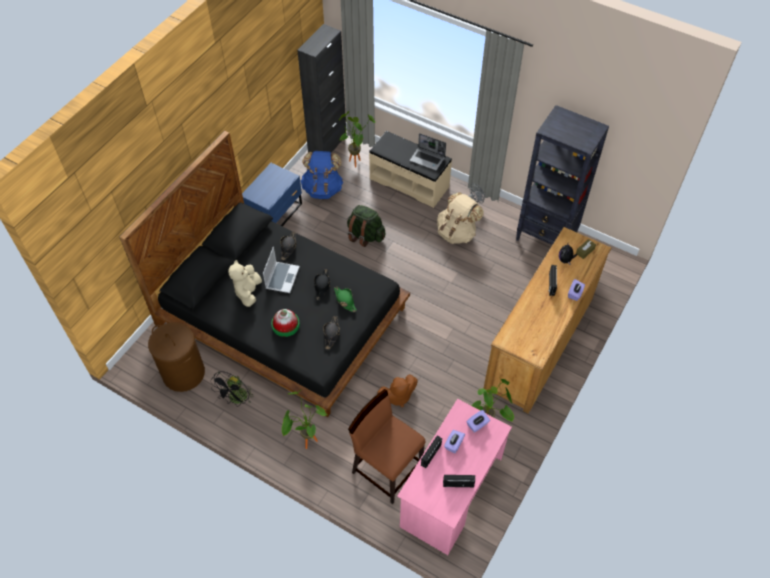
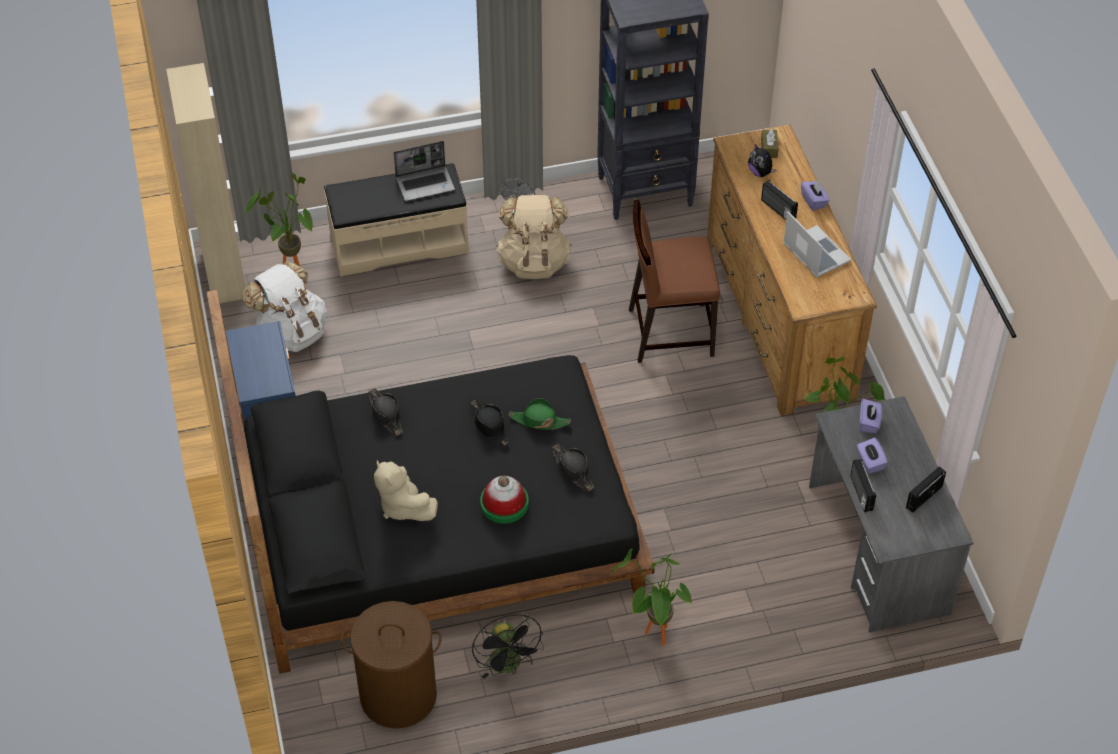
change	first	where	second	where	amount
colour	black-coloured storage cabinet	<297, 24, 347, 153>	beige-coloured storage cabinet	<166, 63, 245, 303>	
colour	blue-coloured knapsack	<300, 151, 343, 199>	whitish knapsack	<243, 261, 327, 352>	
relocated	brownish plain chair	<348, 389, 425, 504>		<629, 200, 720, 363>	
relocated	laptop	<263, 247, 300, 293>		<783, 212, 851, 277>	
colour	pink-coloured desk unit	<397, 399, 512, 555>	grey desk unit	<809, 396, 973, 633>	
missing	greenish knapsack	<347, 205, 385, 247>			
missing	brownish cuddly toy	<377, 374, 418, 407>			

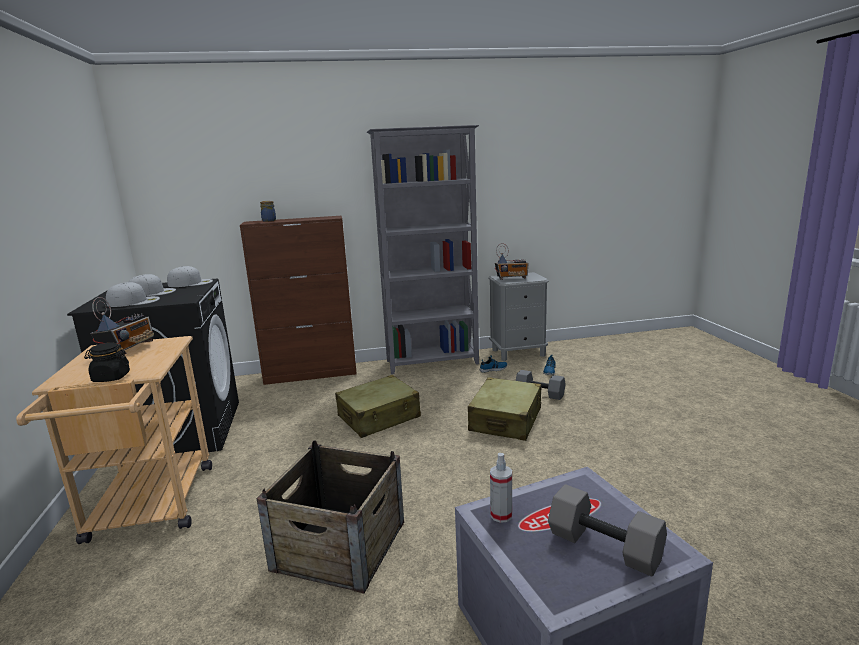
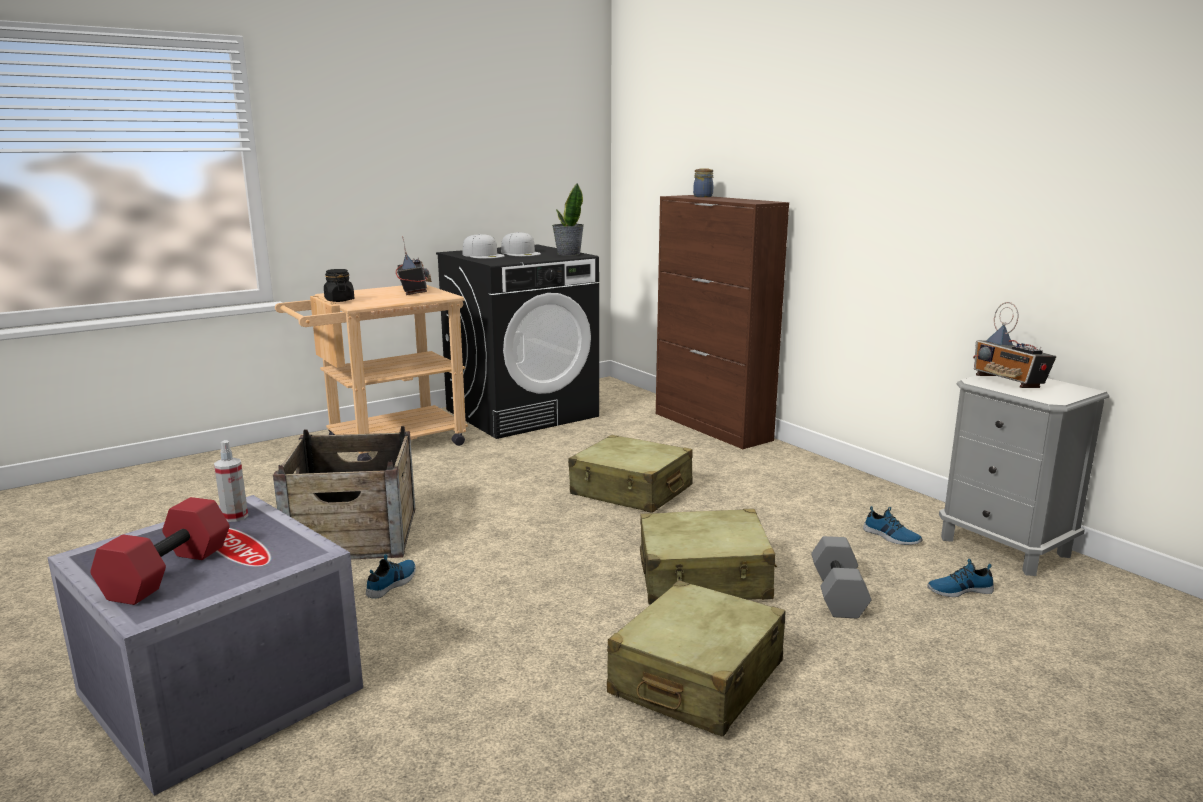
change	first	where	second	where	amount
colour	grey dumbbell	<548, 484, 667, 577>	reddish dumbbell	<90, 497, 230, 605>	
appeared			item of footwear	<366, 554, 416, 598>	
spun	radio receiver	<91, 297, 154, 354>		<396, 236, 432, 295>	90 degrees counterclockwise
exchanged	whitish peaked cap	<167, 266, 213, 287>	potted plant	<552, 183, 584, 256>	
appeared			beige-coloured suitcase	<607, 580, 786, 737>	
missing	grey bookcase	<367, 125, 479, 374>			

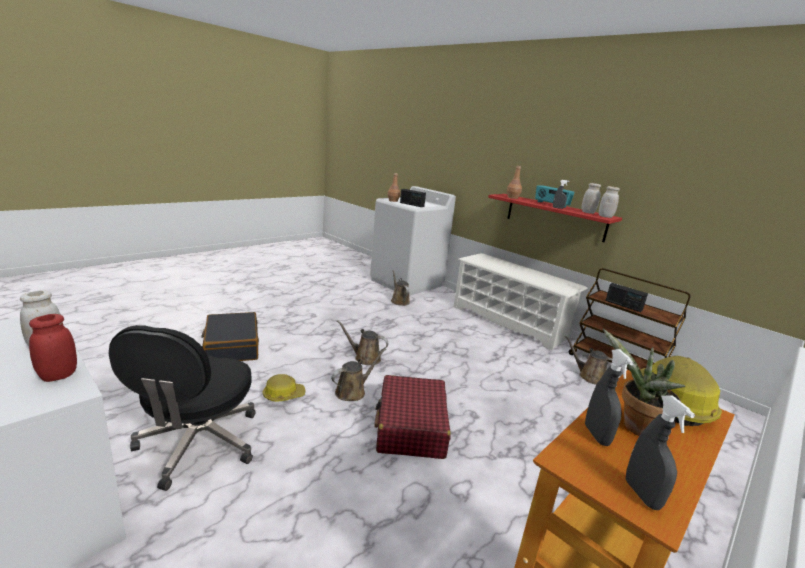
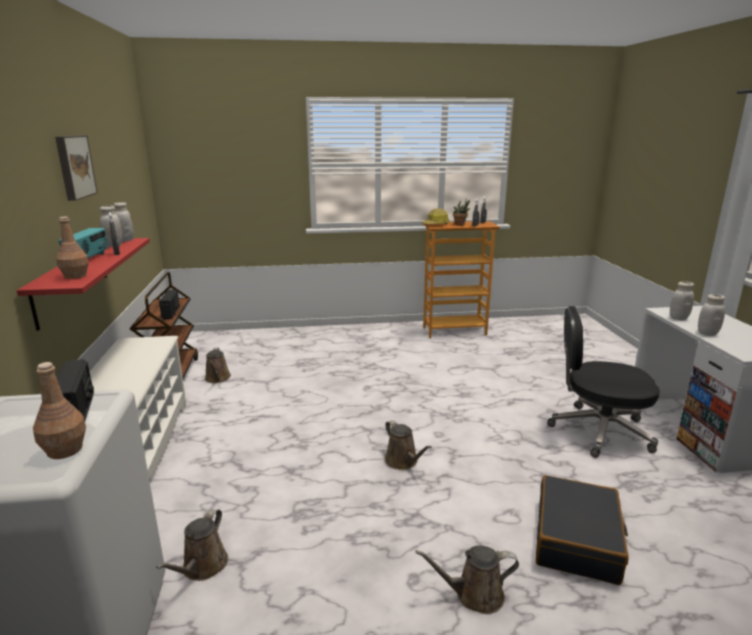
change	first	where	second	where	amount
appeared			picture	<55, 135, 98, 201>	
relocated	brownish watering can	<331, 348, 386, 401>		<416, 546, 519, 614>	
spun	black-coloured desk chair	<109, 325, 256, 491>		<547, 306, 660, 458>	120 degrees counterclockwise
colour	reddish storage jar	<29, 314, 77, 382>	whitish storage jar	<670, 281, 694, 320>	
missing	work helmet	<263, 374, 305, 402>			
missing	reddish suitcase	<374, 375, 451, 459>			

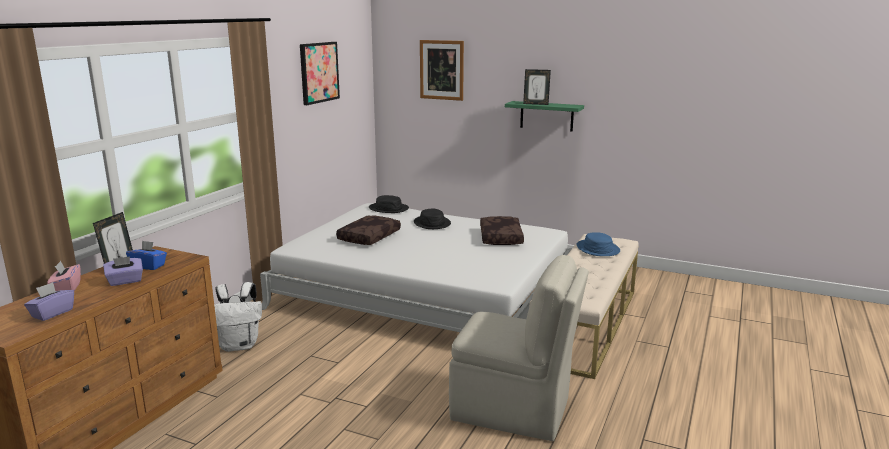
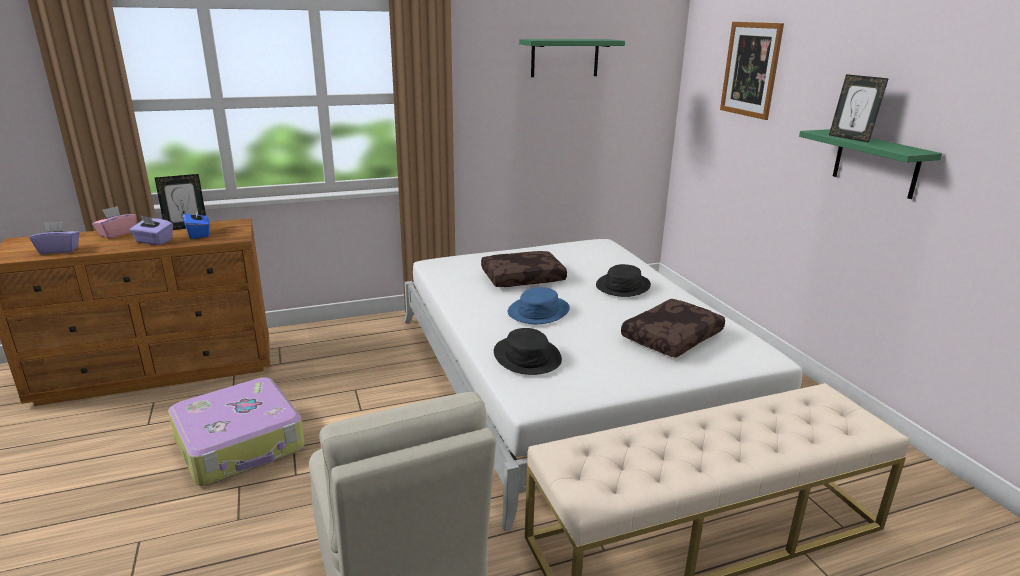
change	first	where	second	where	amount
appeared			suitcase	<168, 377, 305, 486>	
relocated	black-coloured clothing hat	<369, 195, 409, 213>		<494, 328, 562, 375>	
relocated	blue-coloured clothing hat	<577, 232, 620, 256>		<507, 287, 570, 324>	
exchanged	picture	<300, 42, 340, 105>	greenish bracket shelf	<519, 39, 625, 77>	
missing	whitish knapsack	<214, 282, 262, 352>			

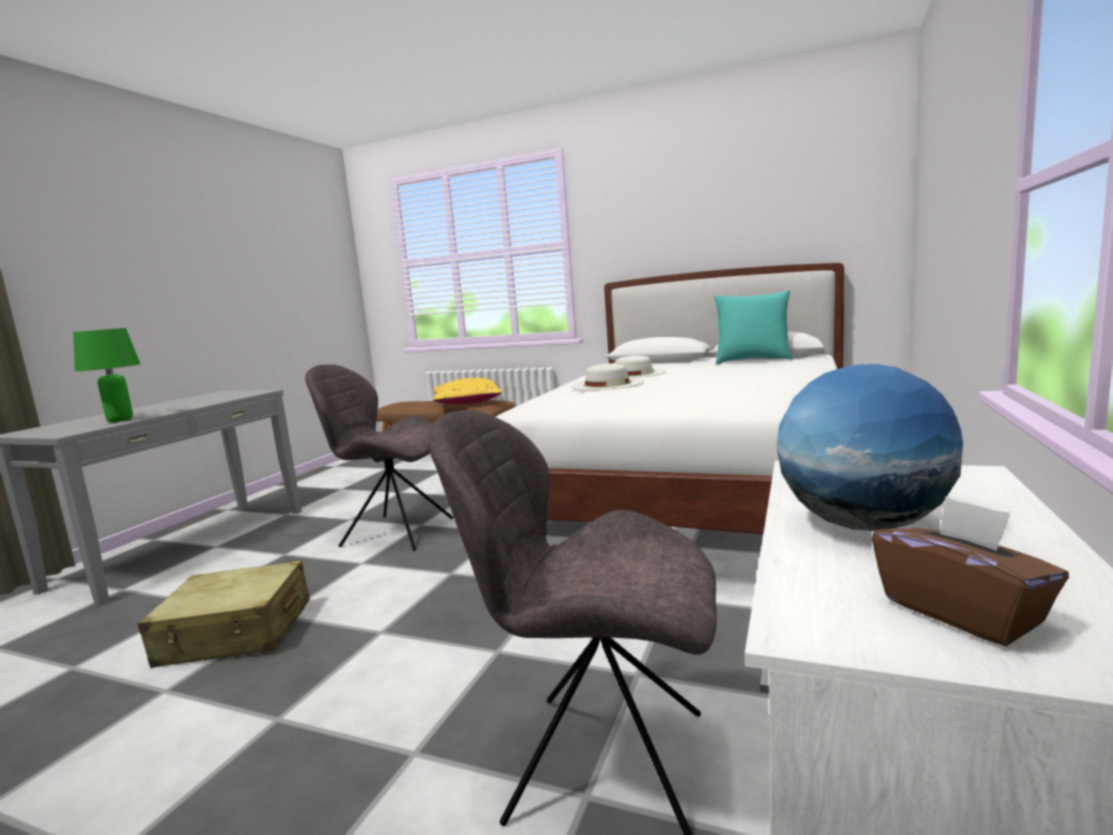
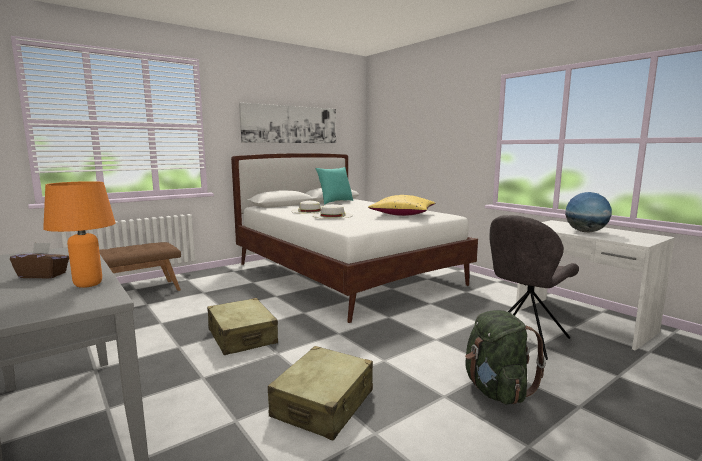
change	first	where	second	where	amount
relocated	brownish tissue box	<872, 497, 1069, 647>		<10, 242, 69, 279>	
colour	greenish table lamp	<73, 328, 140, 422>	orange-coloured table lamp	<43, 181, 116, 288>	
exchanged	grey plain chair	<305, 364, 453, 551>	beige-coloured suitcase	<207, 298, 278, 355>	
appeared			picture	<239, 103, 336, 143>	
relocated	yellow-coloured pillow	<433, 378, 502, 405>		<368, 195, 436, 216>	
appeared			greenish knapsack	<465, 310, 546, 405>	

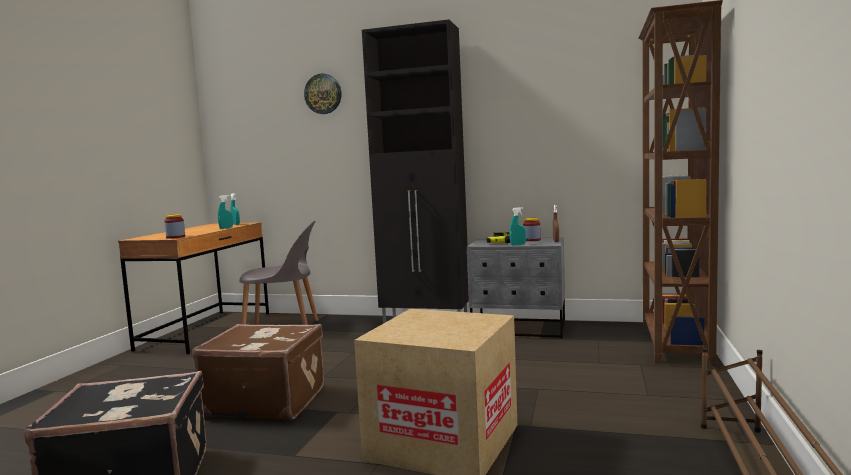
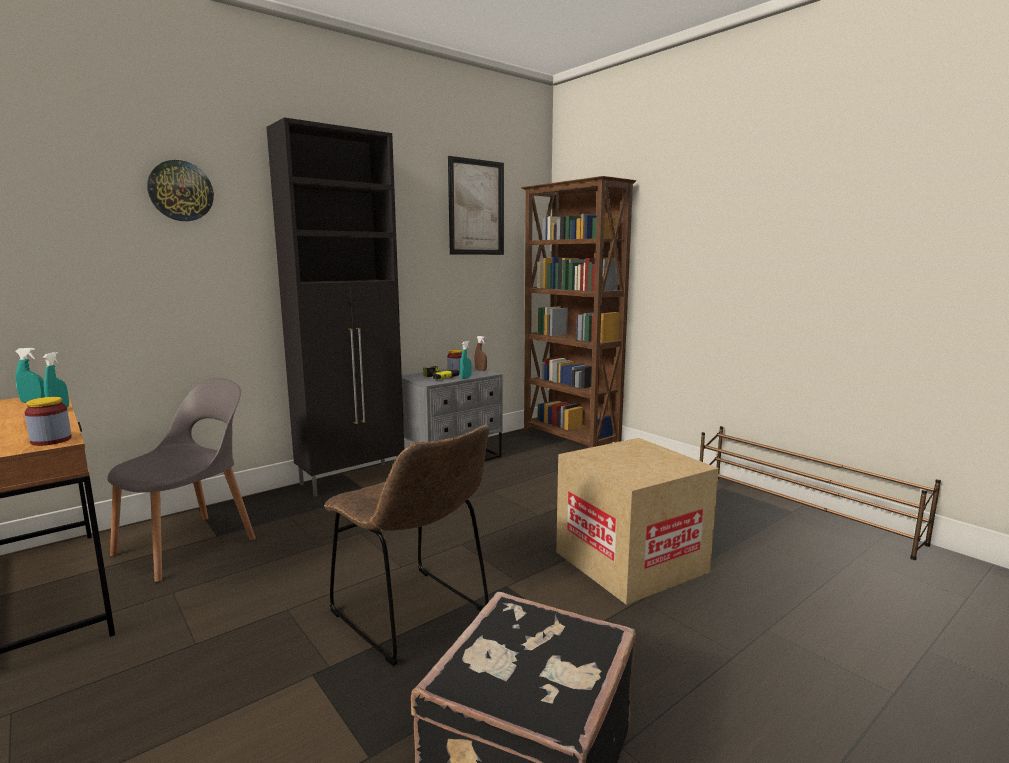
change	first	where	second	where	amount
exchanged	brownish suitcase	<192, 324, 324, 420>	brownish plain chair	<324, 425, 489, 666>	
appeared			picture	<448, 156, 504, 255>	

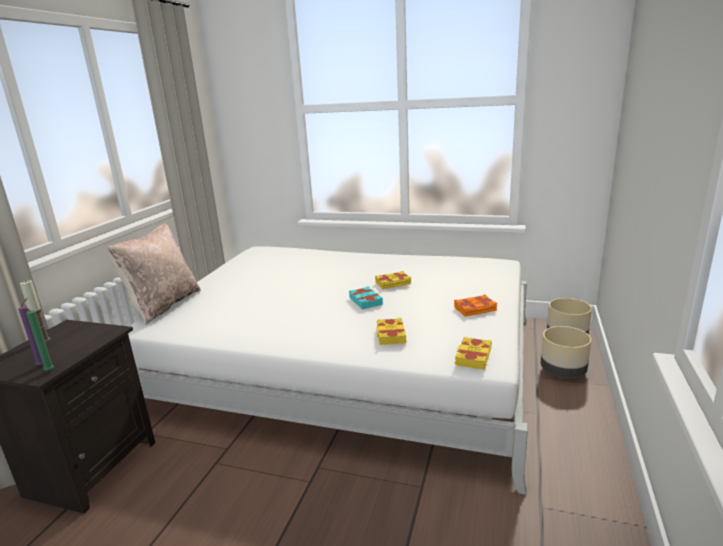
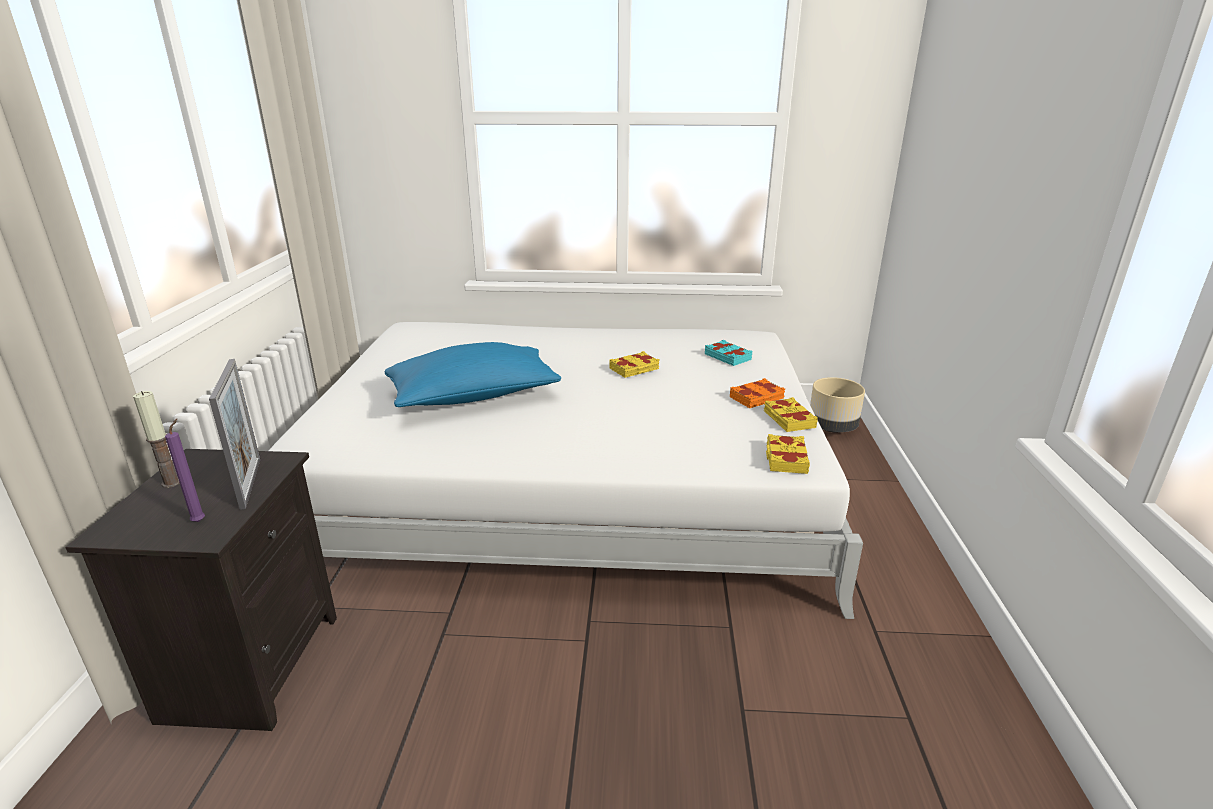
change	first	where	second	where	amount
appeared			picture frame	<209, 359, 260, 510>	
appeared			blue-coloured pillow	<384, 342, 561, 407>	
relocated	turquoise-coloured volume	<349, 286, 383, 310>		<705, 340, 752, 366>	
relocated	yellow-coloured volume	<376, 318, 407, 345>		<764, 397, 818, 432>	
missing	greenish wax candle	<23, 304, 54, 371>			
missing	beige-coloured pillow	<107, 224, 201, 325>			
missing	beige-coloured flower pot	<540, 326, 591, 378>			

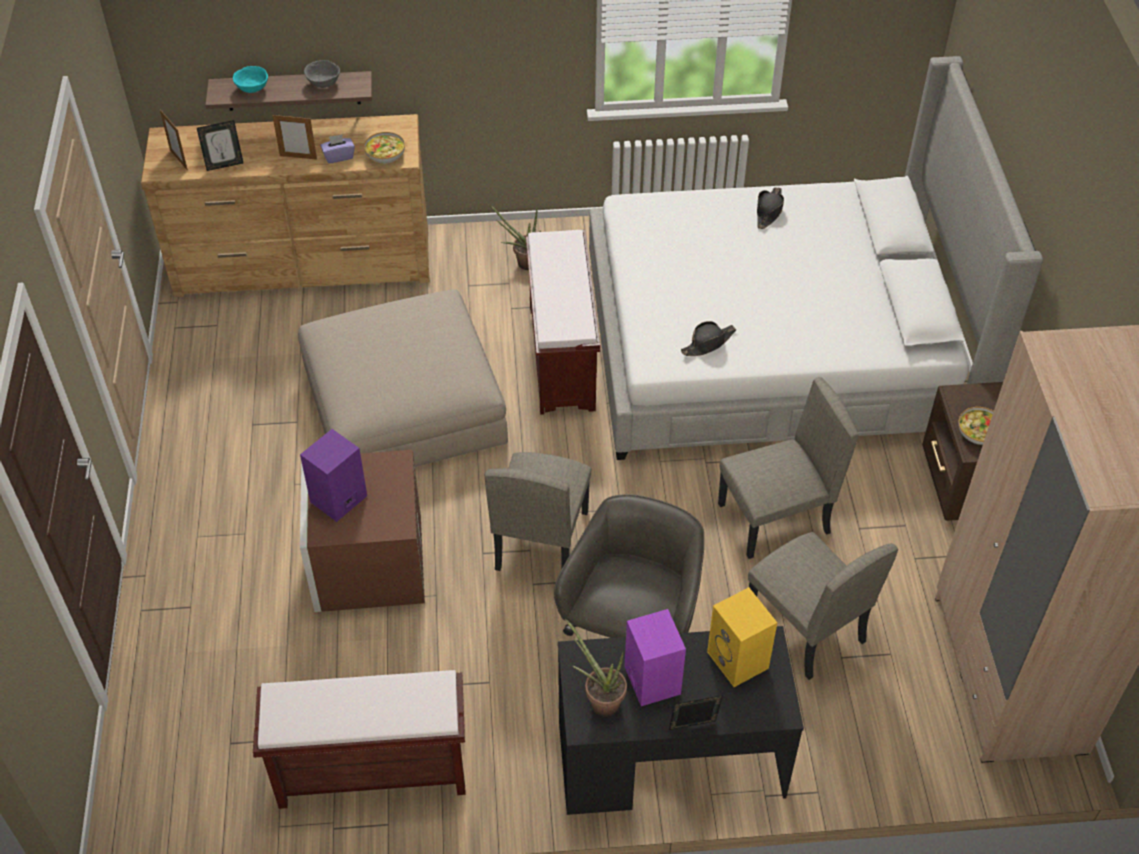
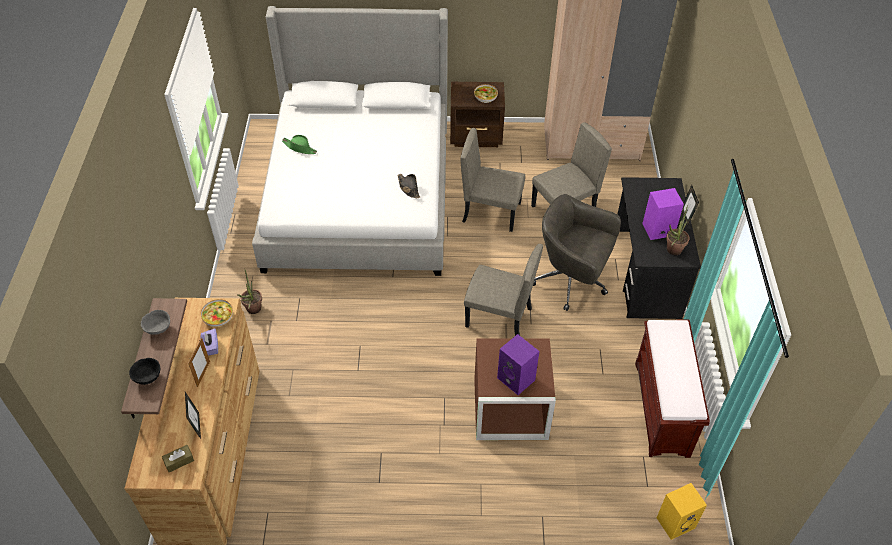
change	first	where	second	where	amount
colour	turquoise-coloured serving bowl	<233, 66, 268, 93>	black-coloured serving bowl	<129, 358, 160, 385>	
exchanged	picture frame	<160, 110, 188, 170>	brownish tissue box	<162, 445, 194, 473>	
colour	black-coloured clothing hat	<757, 187, 784, 229>	greenish clothing hat	<282, 135, 317, 154>	
spun	beige-coloured plain chair	<718, 377, 859, 559>		<460, 128, 525, 232>	60 degrees counterclockwise
relocated	yellow-coloured speaker	<707, 587, 777, 687>		<657, 483, 707, 540>	
missing	beige-coloured pouffe	<298, 289, 508, 467>			
missing	brownish bench	<526, 230, 600, 415>			

